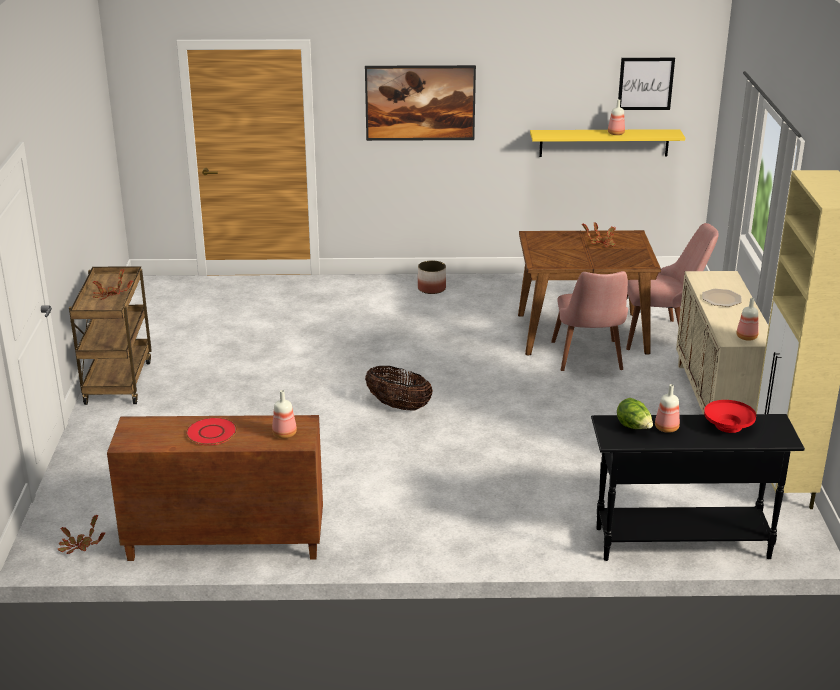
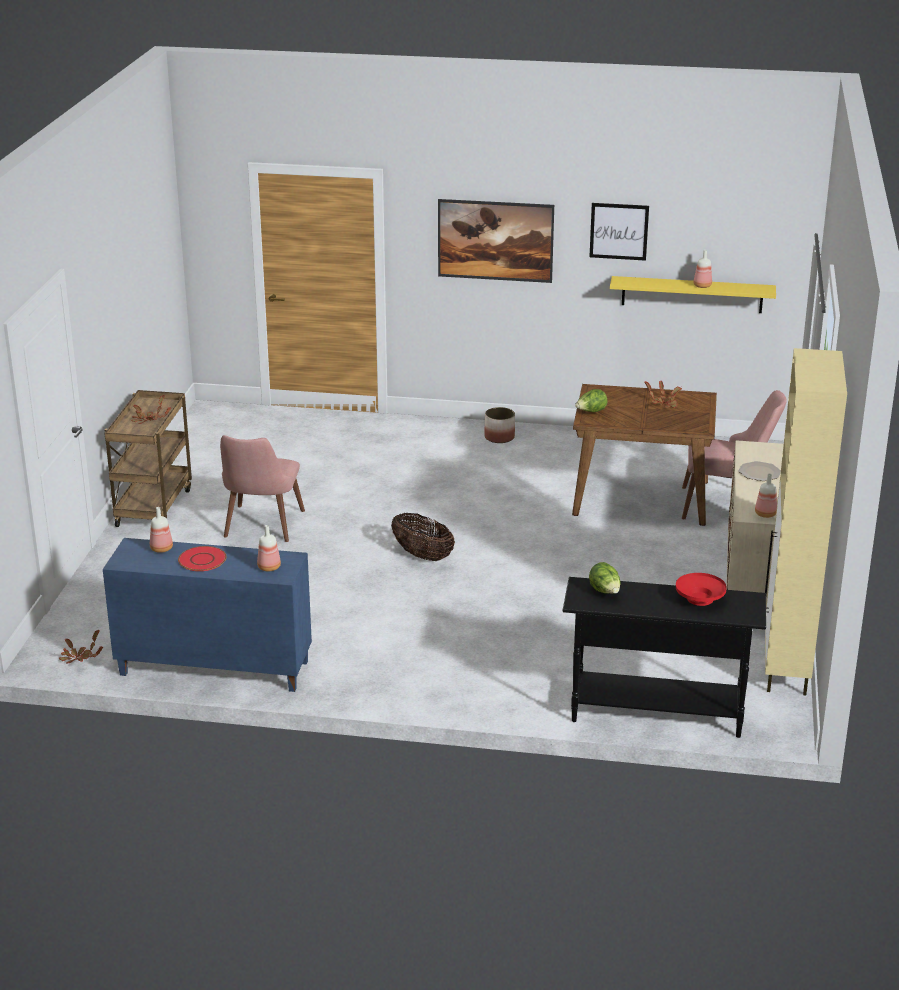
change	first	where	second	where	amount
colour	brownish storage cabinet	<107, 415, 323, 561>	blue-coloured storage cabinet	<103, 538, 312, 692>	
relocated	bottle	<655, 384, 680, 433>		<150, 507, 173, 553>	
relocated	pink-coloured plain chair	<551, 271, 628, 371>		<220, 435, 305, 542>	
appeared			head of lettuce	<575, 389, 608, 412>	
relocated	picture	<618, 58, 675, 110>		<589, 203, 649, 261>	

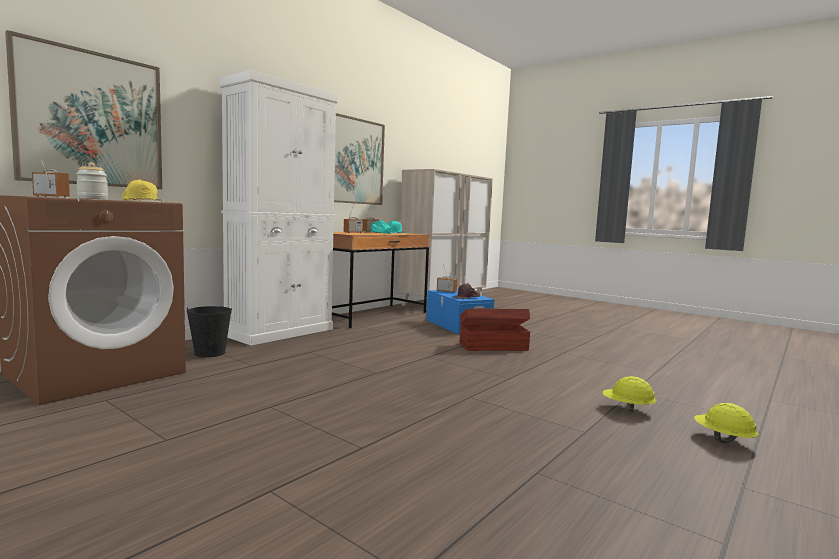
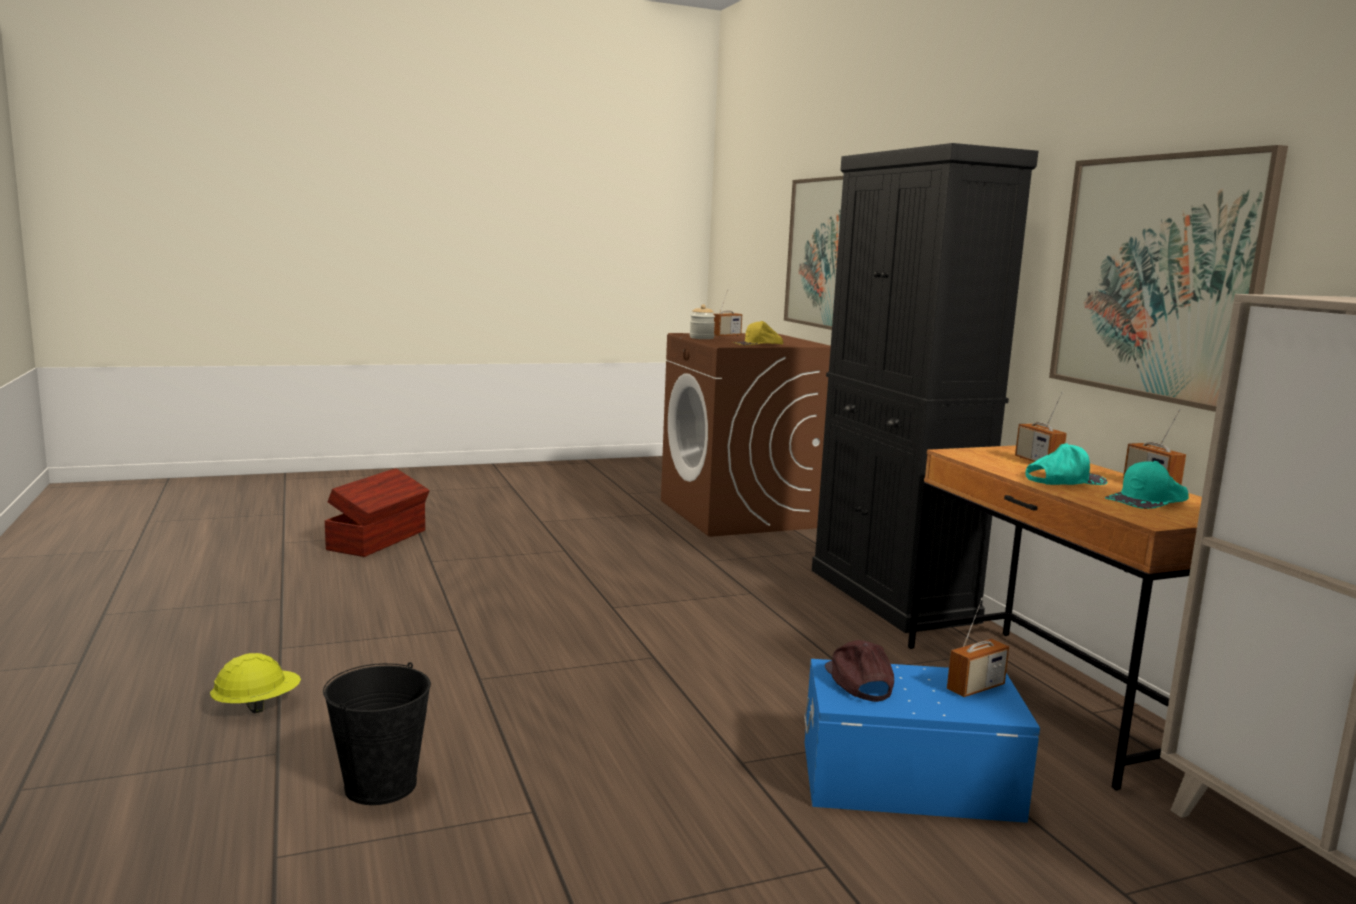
change	first	where	second	where	amount
relocated	black-coloured water bucket	<186, 306, 232, 357>		<323, 662, 431, 805>	
relocated	brownish storage bin	<460, 308, 530, 351>		<324, 468, 430, 557>	
colour	whitish storage cabinet	<219, 70, 338, 346>	black-coloured storage cabinet	<812, 143, 1038, 633>	
missing	yellow-coloured work helmet	<694, 403, 759, 443>			

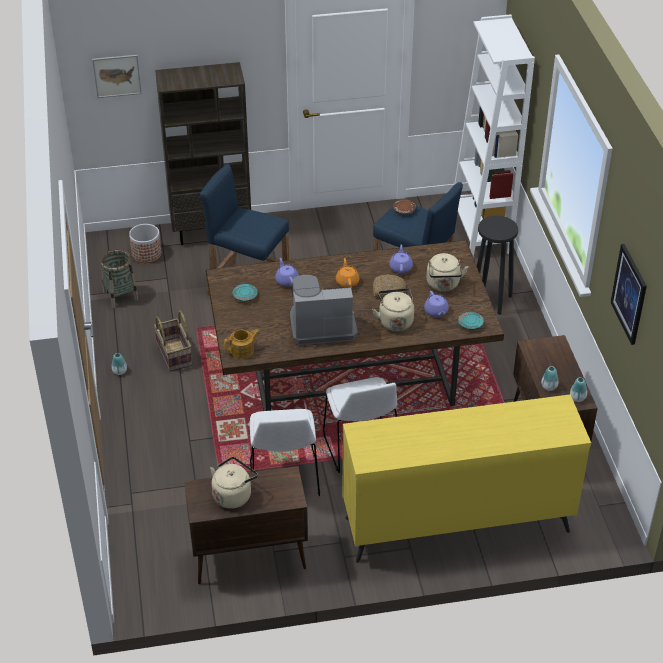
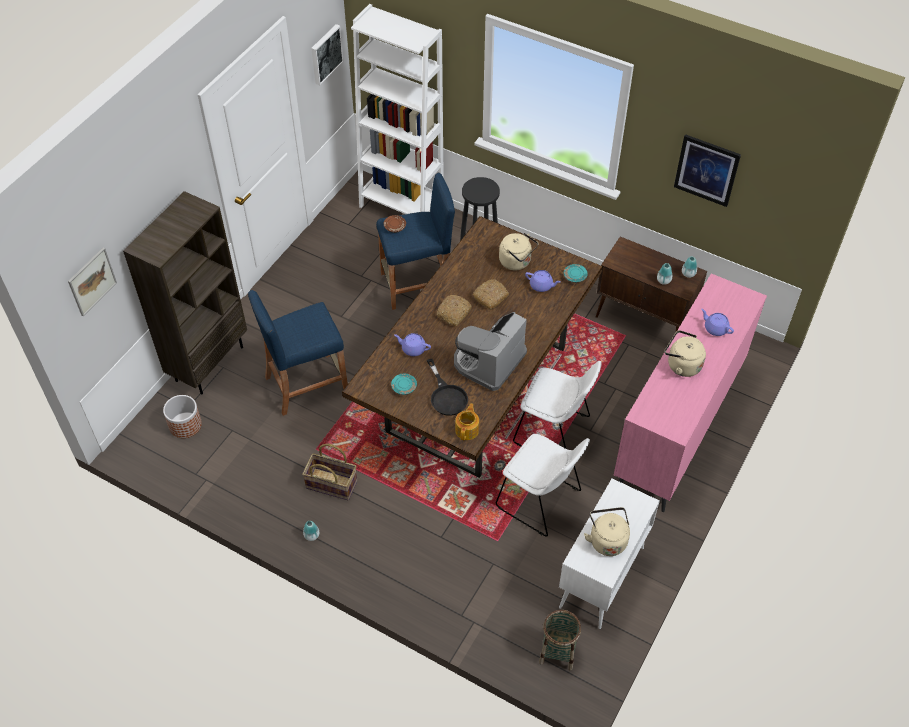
change	first	where	second	where	amount
appeared			picture	<311, 24, 344, 85>	
appeared			black-coloured pan	<427, 359, 468, 416>	
exchanged	orange-coloured tea pot	<336, 258, 359, 287>	bread	<437, 295, 472, 326>	
relocated	storage basket	<100, 249, 138, 308>		<539, 610, 581, 670>	
colour	brownish storage cabinet	<184, 466, 308, 584>	whitish storage cabinet	<559, 478, 660, 629>	
colour	yellow-coloured chest of drawers	<342, 394, 591, 563>	pink-coloured chest of drawers	<614, 274, 767, 512>	
relocated	beige-coloured kettle	<372, 288, 414, 331>		<665, 330, 706, 377>	
relocated	purple-coloured tea pot	<389, 244, 413, 273>		<701, 309, 734, 336>	

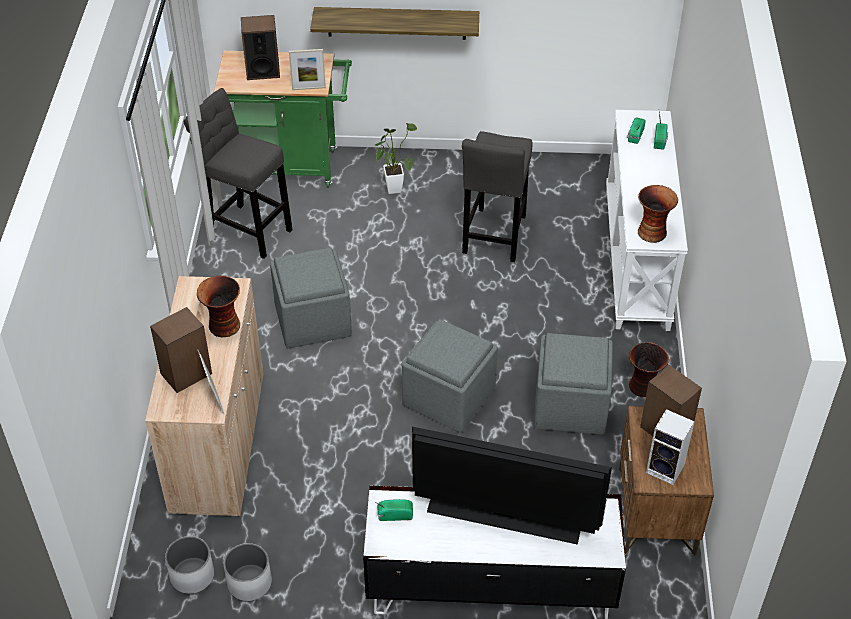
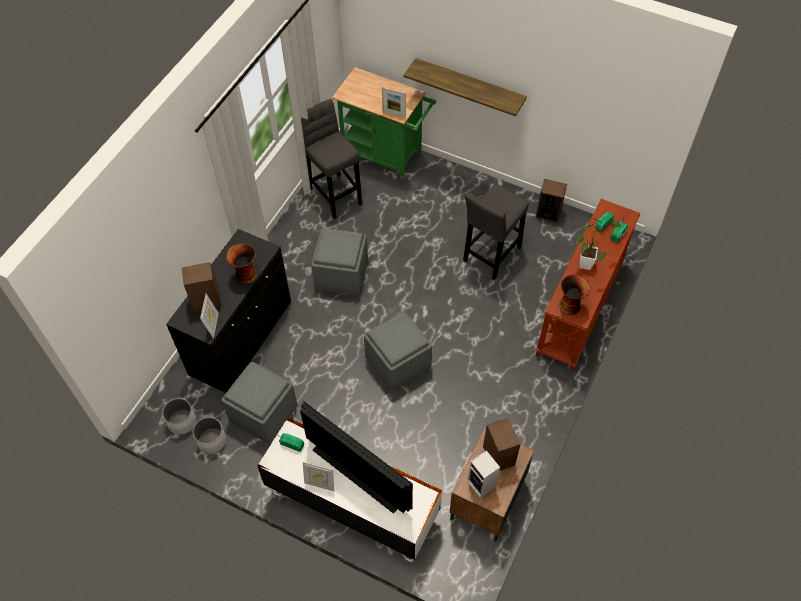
change	first	where	second	where	amount
colour	beige-coloured storage cabinet	<145, 276, 264, 517>	black-coloured storage cabinet	<166, 229, 291, 393>	
relocated	grey pouffe	<534, 333, 613, 434>		<221, 362, 297, 443>	
appeared			picture frame	<303, 462, 334, 491>	
relocated	speaker	<241, 15, 280, 80>		<535, 179, 567, 223>	
colour	whitish console table	<606, 110, 688, 331>	brownish console table	<535, 199, 641, 371>	
relocated	potted plant	<375, 123, 417, 194>		<576, 218, 621, 270>	
missing	decorative vase	<629, 342, 669, 397>			

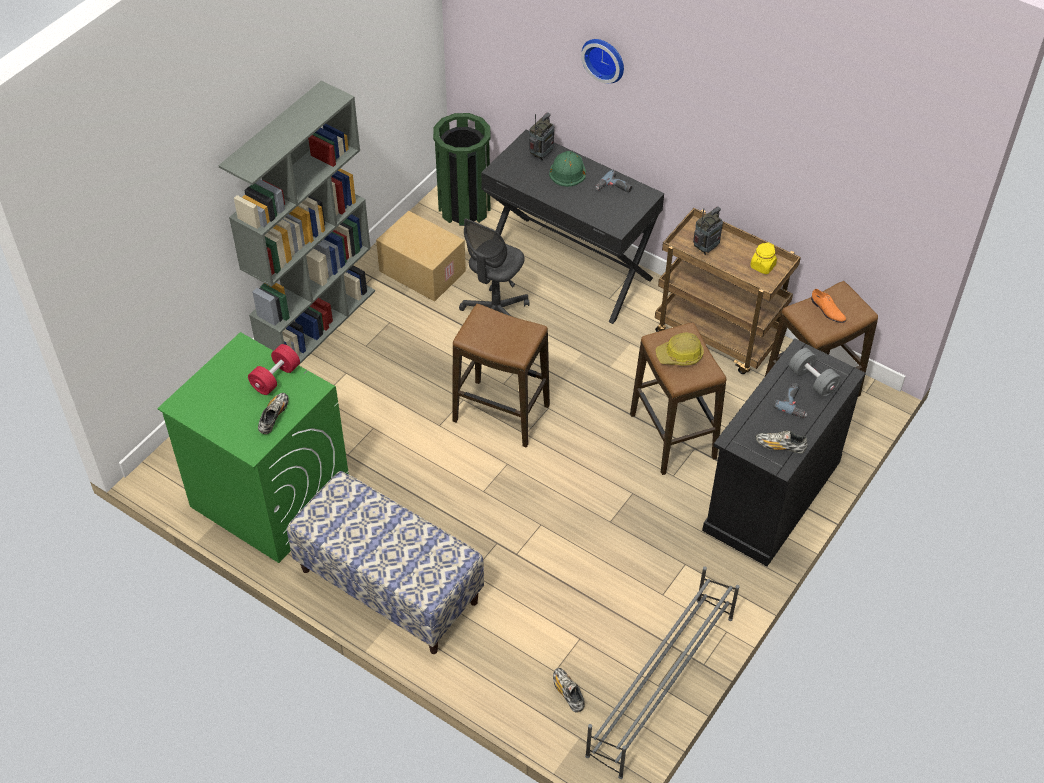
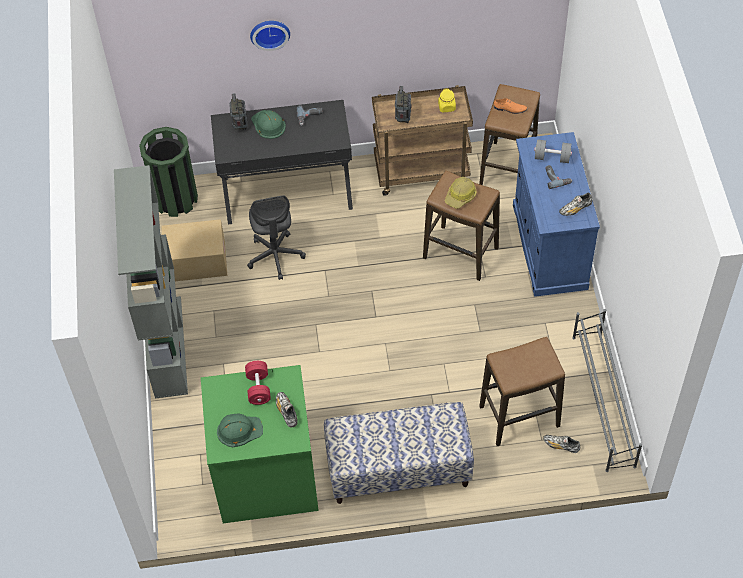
change	first	where	second	where	amount
appeared			greenish work helmet	<217, 414, 263, 448>	
relocated	stool seat	<452, 304, 550, 448>		<479, 337, 565, 446>	
colour	black-coloured storage cabinet	<702, 338, 866, 566>	blue-coloured storage cabinet	<513, 132, 600, 297>	

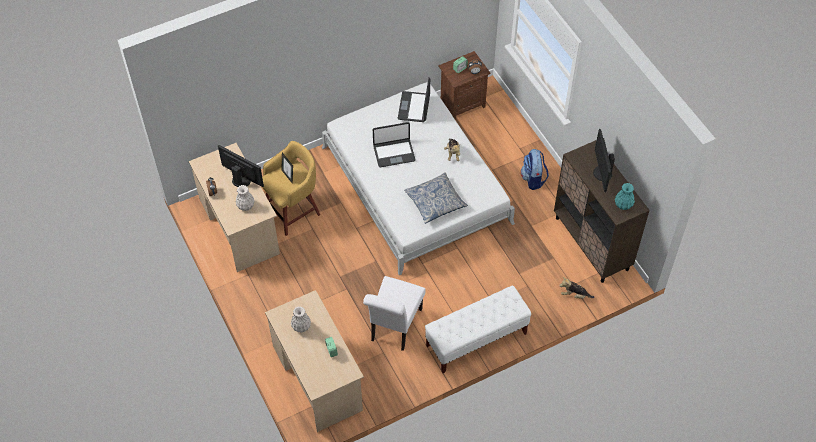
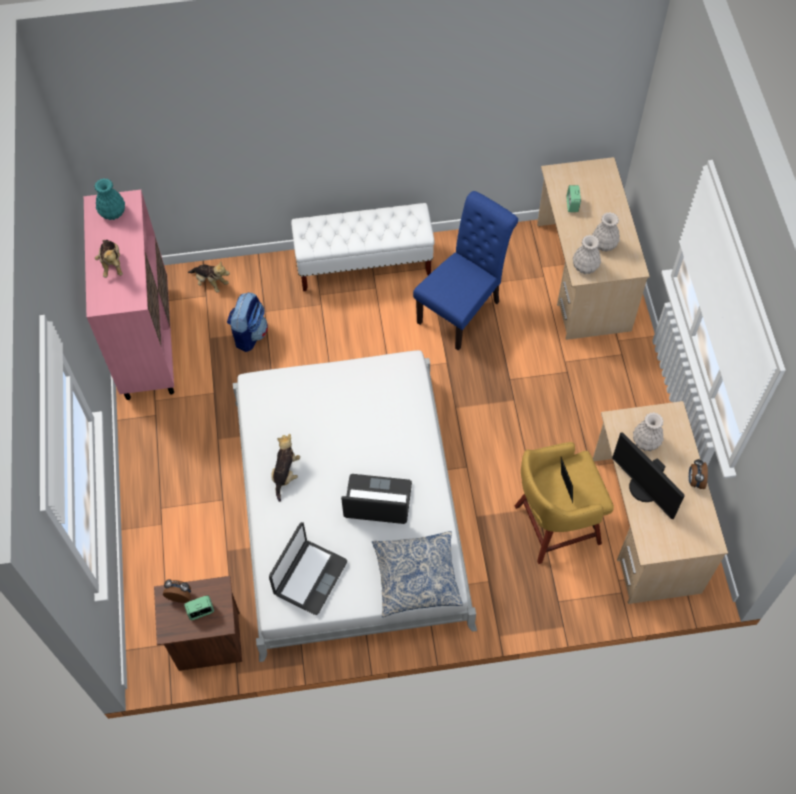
change	first	where	second	where	amount
colour	brownish storage cabinet	<554, 140, 650, 283>	pink-coloured storage cabinet	<84, 190, 174, 400>	
exchanged	computer screen	<593, 129, 615, 193>	cuddly toy	<95, 240, 123, 278>	
relocated	knapsack	<521, 149, 549, 190>		<227, 292, 268, 352>	
relocated	pillow	<404, 172, 468, 224>		<372, 531, 463, 617>	
colour	whitish plain chair	<363, 276, 426, 351>	blue-coloured plain chair	<413, 191, 518, 351>	
appeared			whitish decorative vase	<573, 235, 601, 274>	

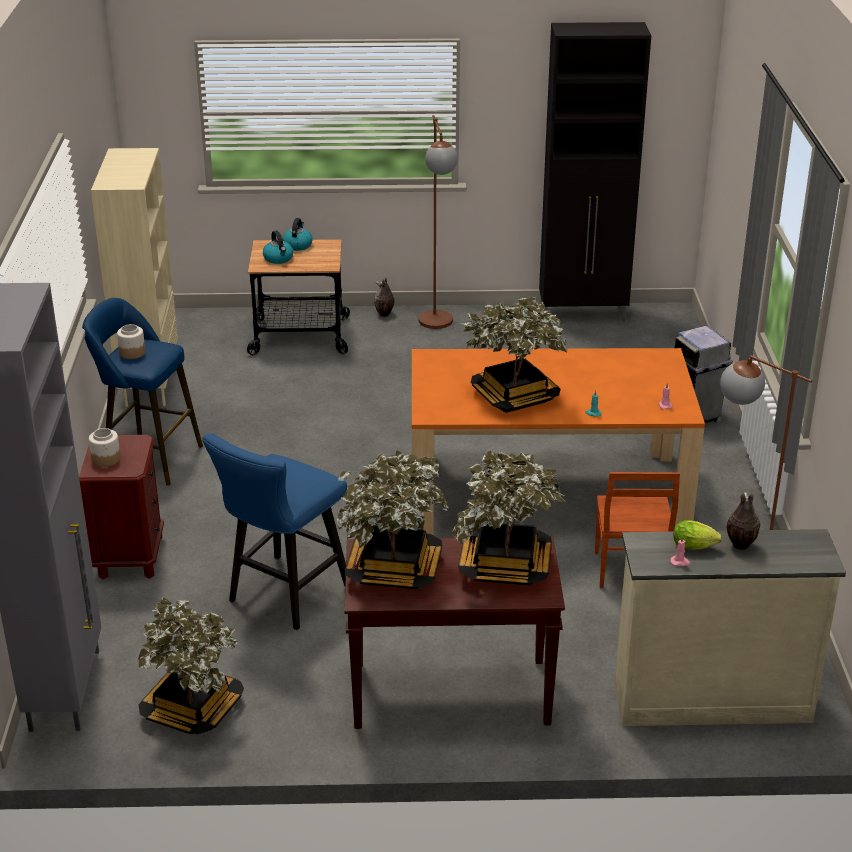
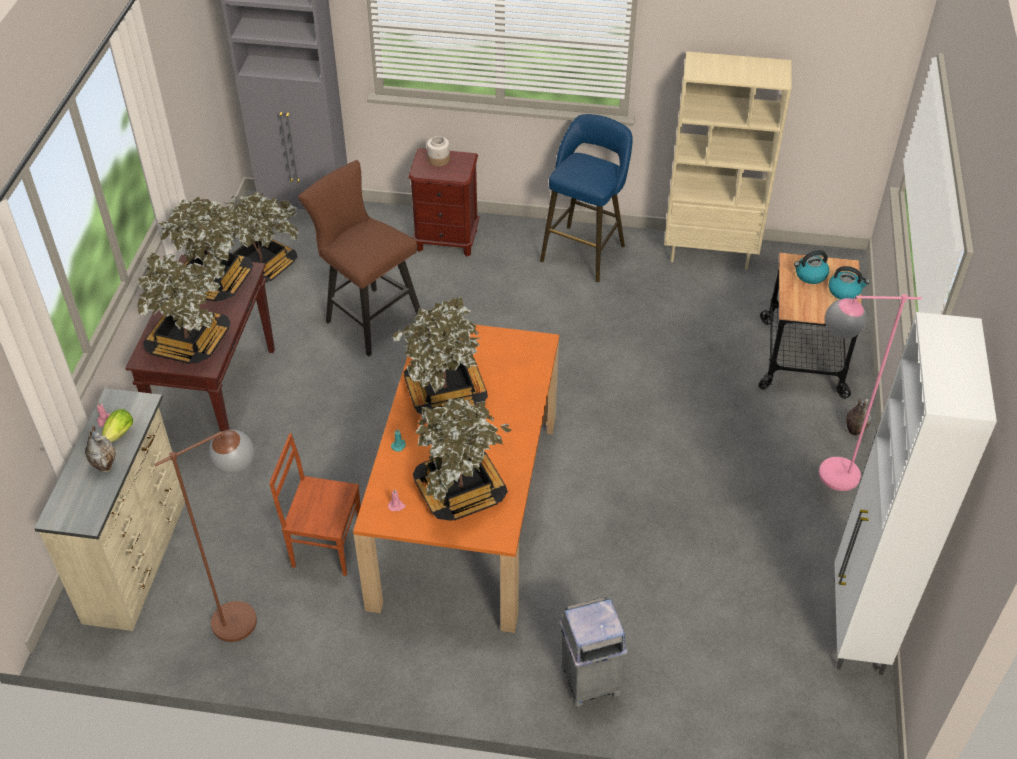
change	first	where	second	where	amount
colour	blue-coloured stool seat	<202, 433, 347, 630>	brownish stool seat	<298, 160, 420, 357>	
appeared			potted plant	<413, 398, 512, 521>	
colour	brownish floor lamp	<419, 115, 458, 329>	pink-coloured floor lamp	<819, 294, 922, 491>	
colour	black-coloured storage cabinet	<539, 22, 651, 322>	whitish storage cabinet	<834, 312, 997, 675>	
missing	storage jar	<117, 324, 145, 359>			

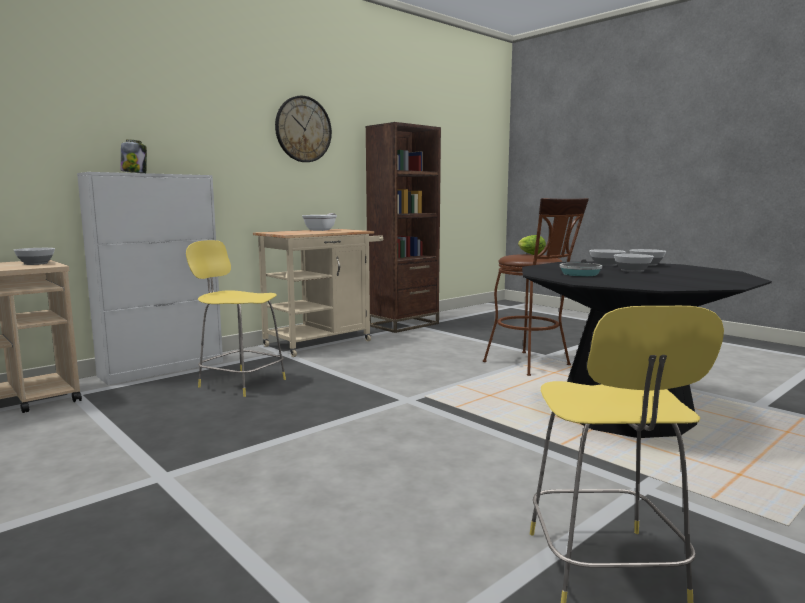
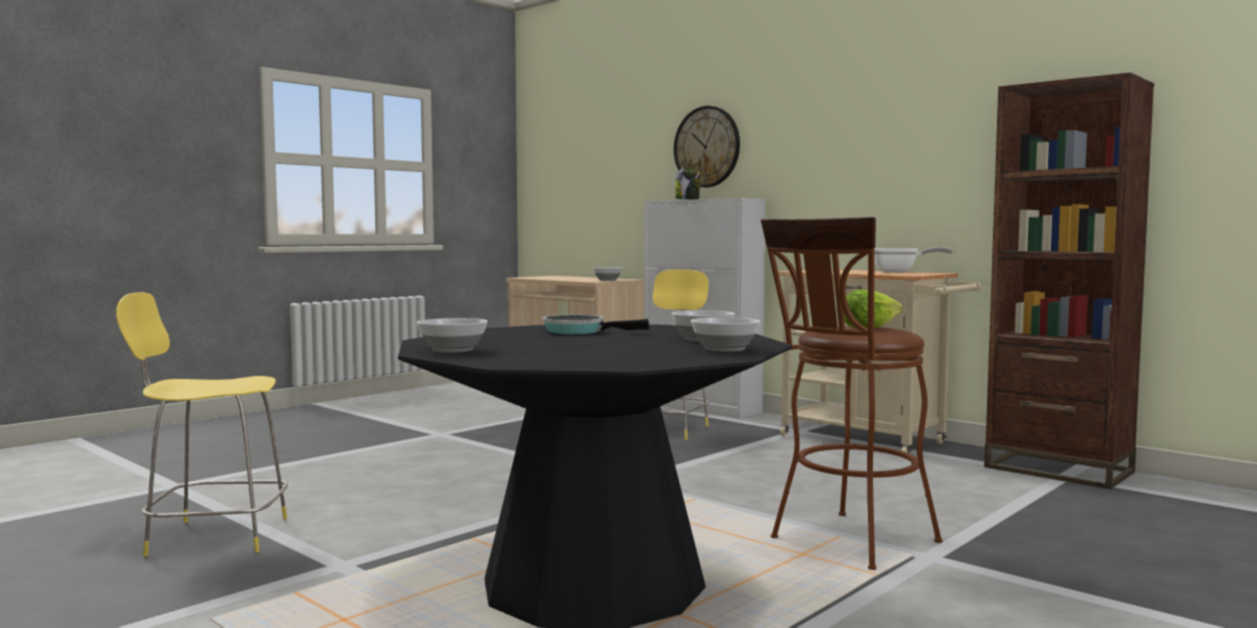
change	first	where	second	where	amount
relocated	serving bowl	<614, 254, 654, 272>		<417, 318, 488, 353>	
relocated	clock on the wall	<275, 96, 332, 162>		<674, 106, 740, 187>	

